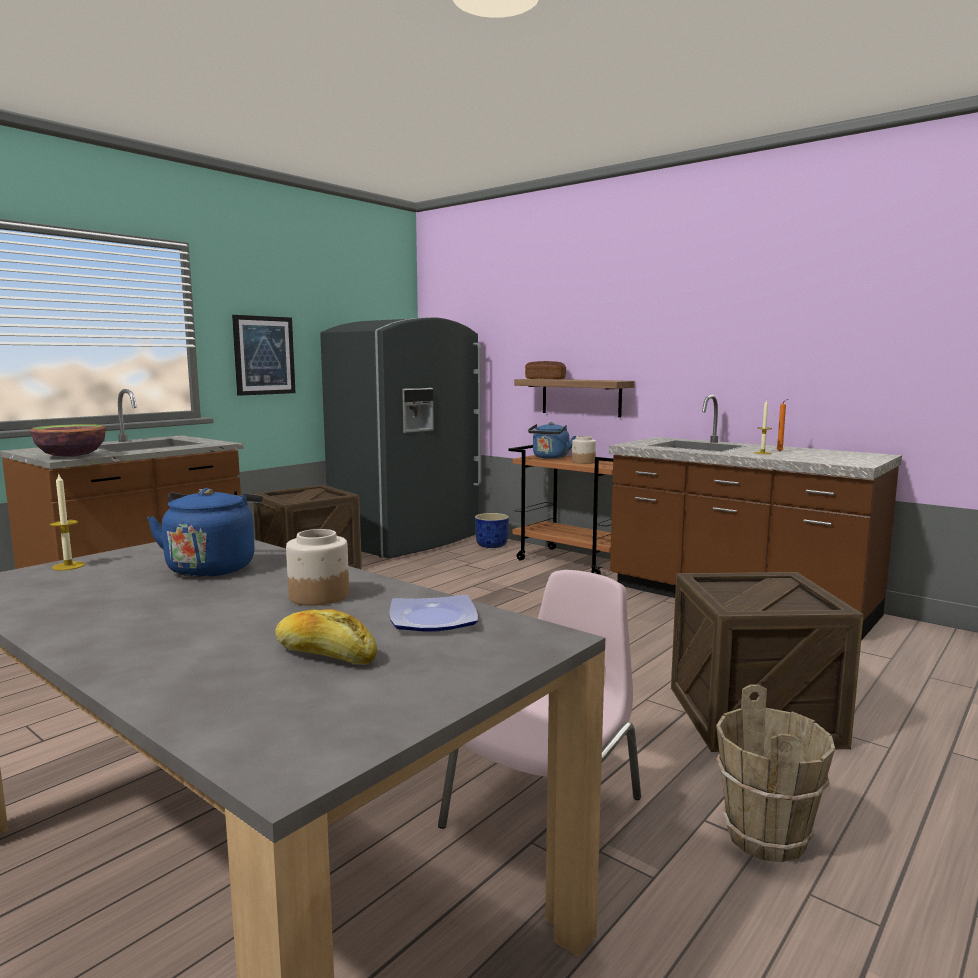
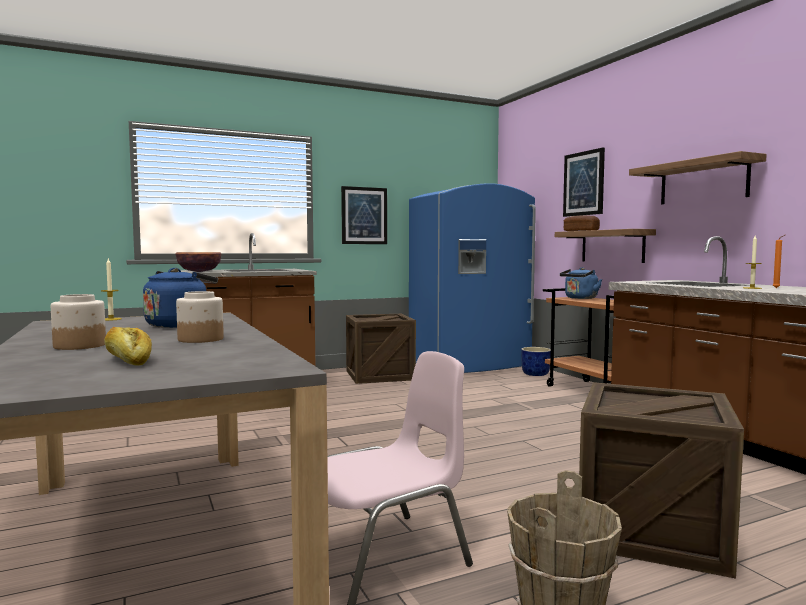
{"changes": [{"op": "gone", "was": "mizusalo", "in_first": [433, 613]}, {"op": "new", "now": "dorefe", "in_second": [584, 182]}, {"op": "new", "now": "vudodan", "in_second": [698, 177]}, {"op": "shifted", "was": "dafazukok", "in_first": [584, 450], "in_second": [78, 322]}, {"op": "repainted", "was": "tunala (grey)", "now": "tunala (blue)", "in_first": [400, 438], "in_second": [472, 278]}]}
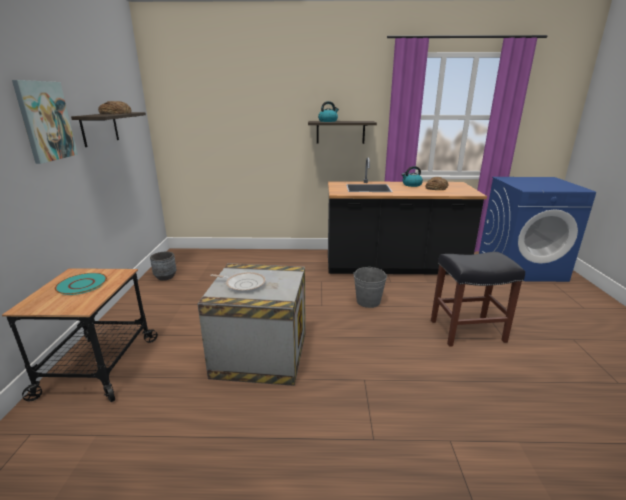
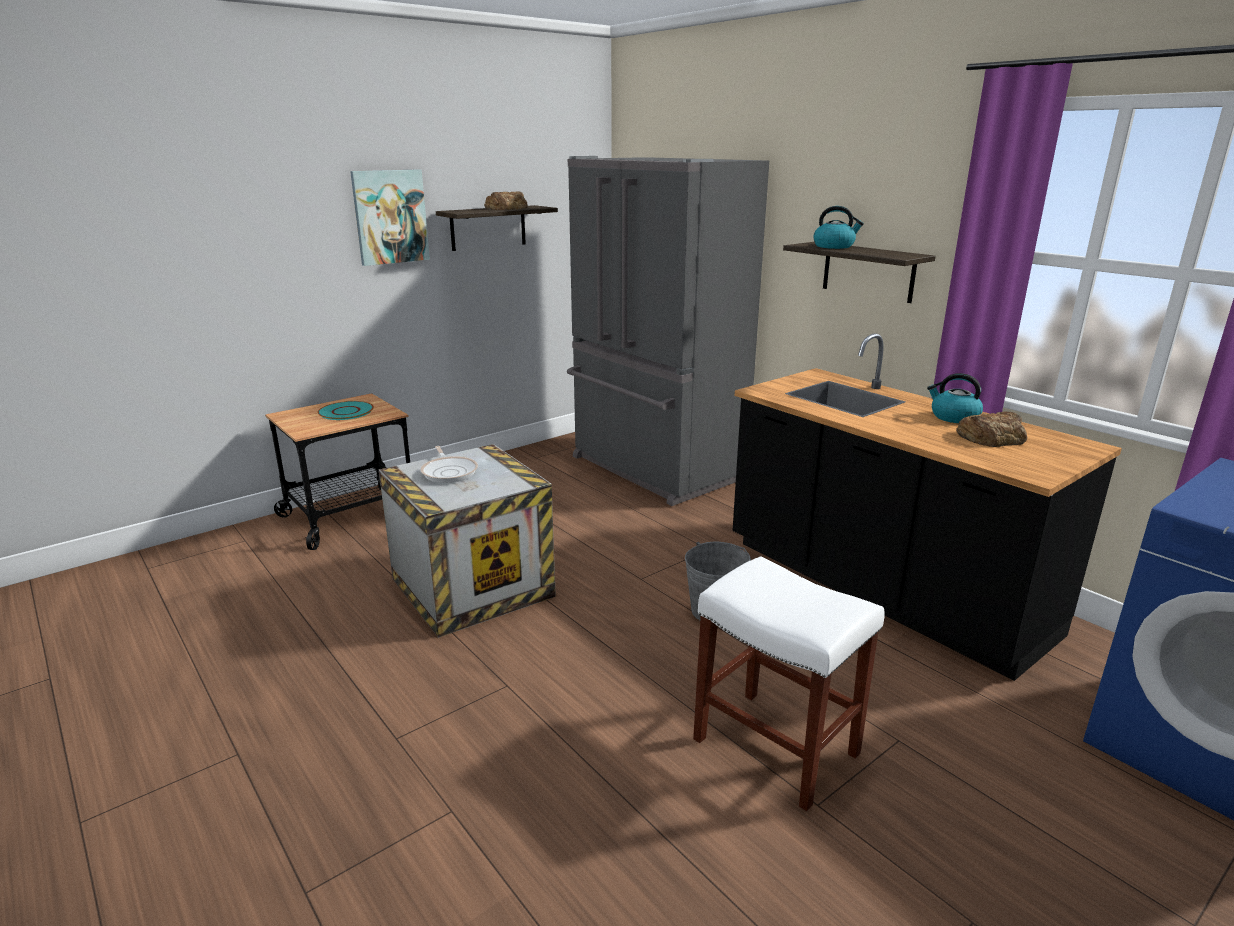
{"changes": [{"op": "gone", "was": "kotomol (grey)", "in_first": [163, 266]}, {"op": "new", "now": "tunala (grey)", "in_second": [668, 331]}, {"op": "repainted", "was": "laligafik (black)", "now": "laligafik (white)", "in_first": [478, 299], "in_second": [789, 683]}]}
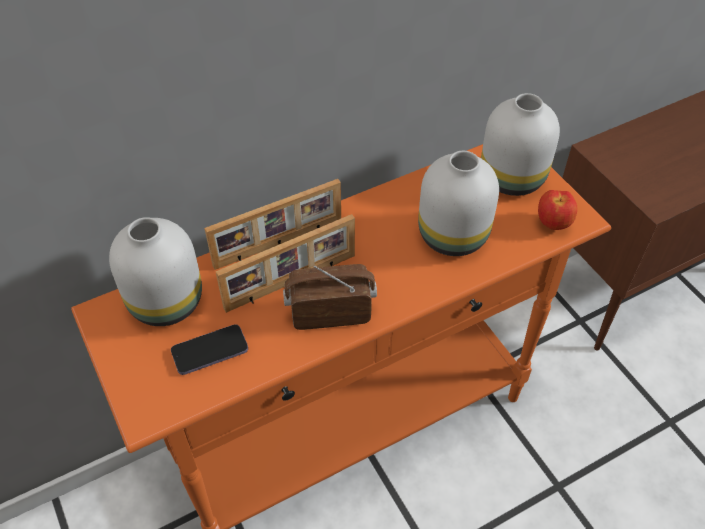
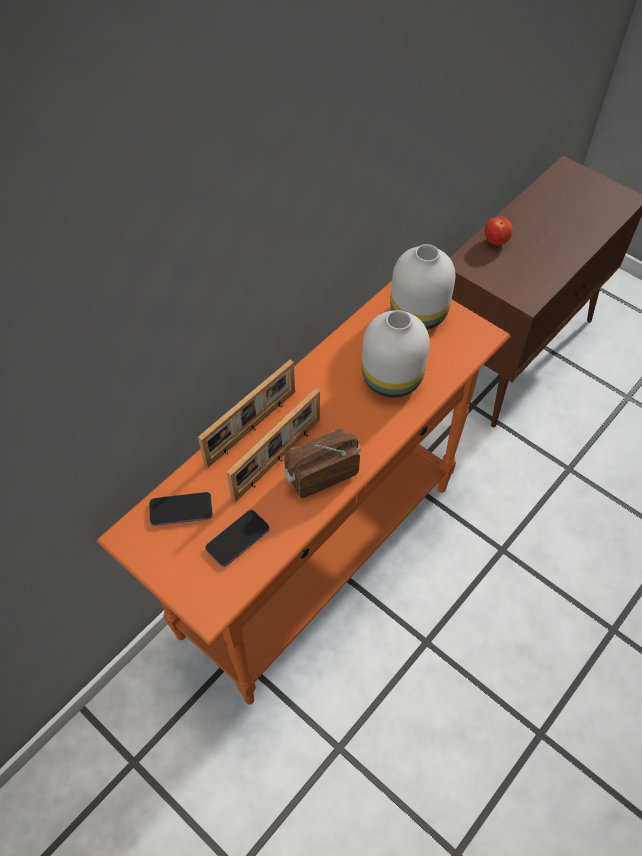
{"changes": [{"op": "shifted", "was": "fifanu", "in_first": [557, 210], "in_second": [499, 230]}, {"op": "swapped", "was": "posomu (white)", "now": "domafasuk", "in_first": [155, 271], "in_second": [181, 509]}]}
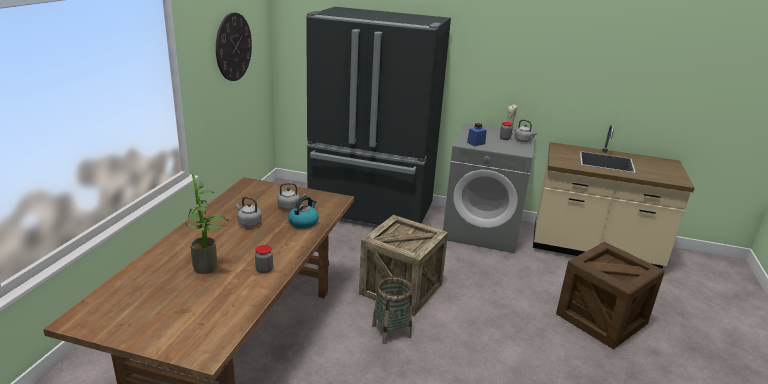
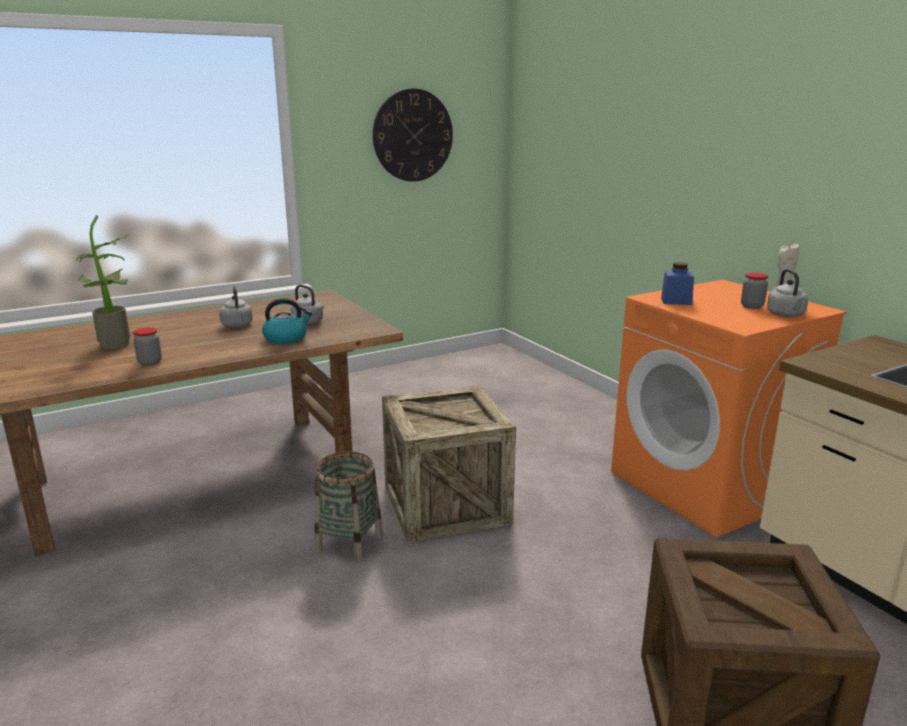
{"changes": [{"op": "gone", "was": "tunala (black)", "in_first": [378, 117]}, {"op": "repainted", "was": "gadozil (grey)", "now": "gadozil (orange)", "in_first": [489, 188], "in_second": [729, 408]}]}
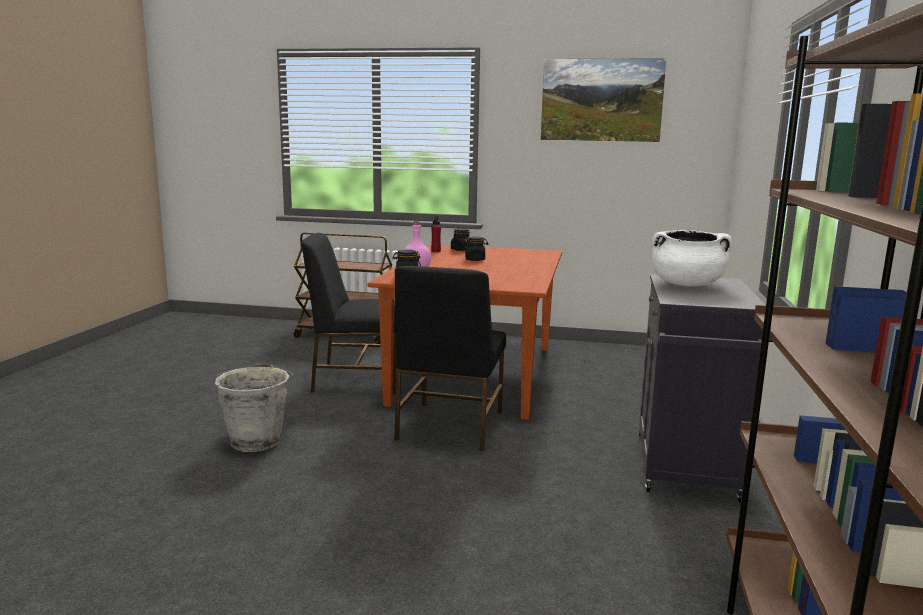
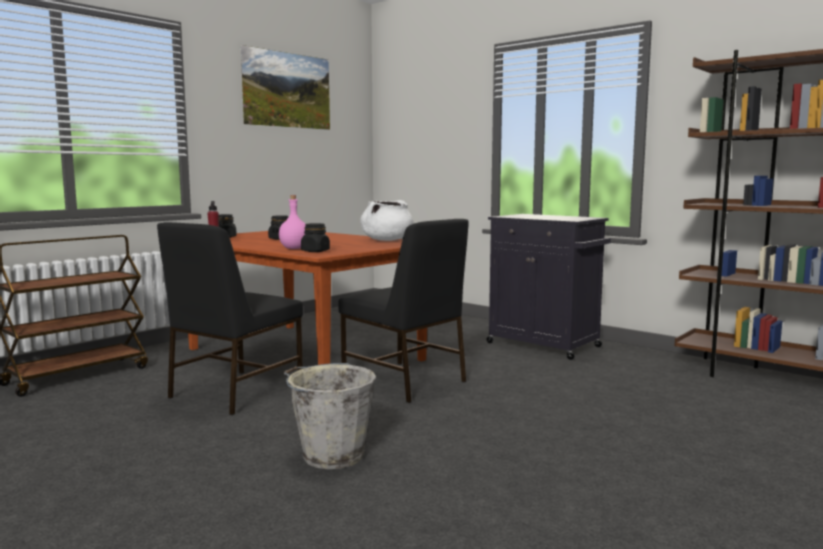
{"changes": [{"op": "shifted", "was": "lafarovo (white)", "in_first": [692, 258], "in_second": [387, 220]}]}
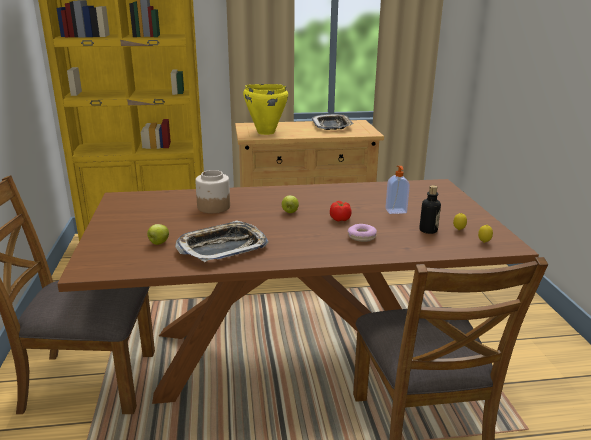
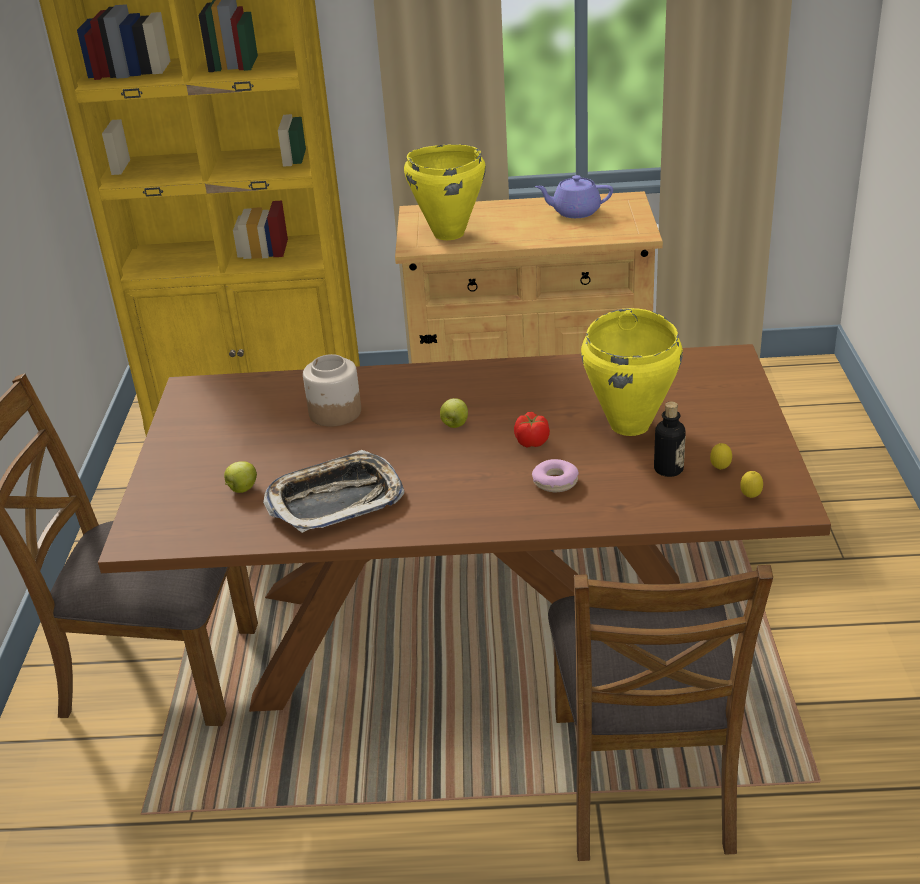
{"changes": [{"op": "swapped", "was": "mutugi", "now": "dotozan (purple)", "in_first": [333, 122], "in_second": [574, 196]}, {"op": "swapped", "was": "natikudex", "now": "lafarovo (yellow)", "in_first": [397, 190], "in_second": [632, 372]}]}
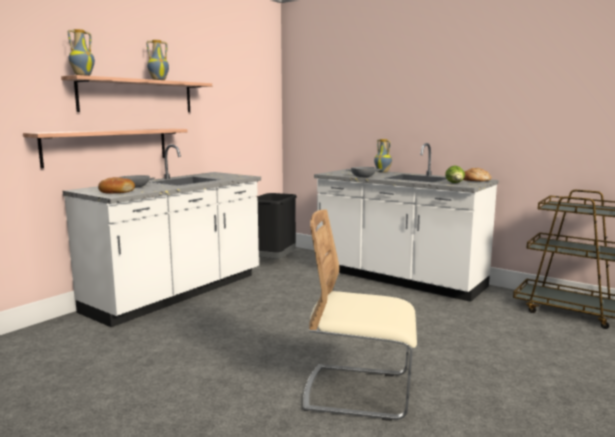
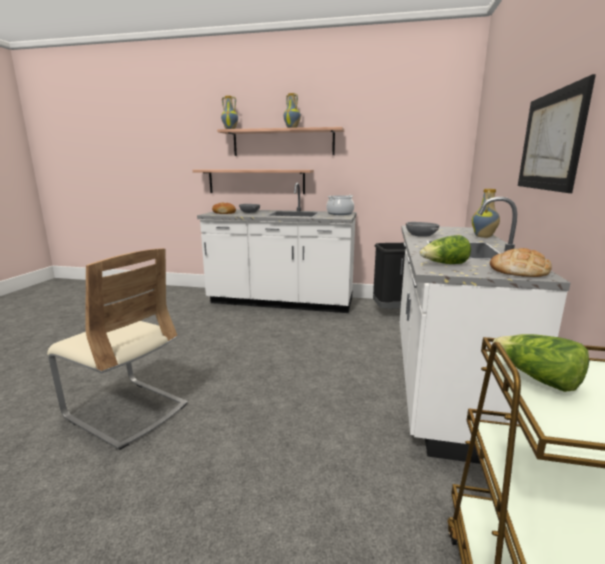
{"changes": [{"op": "new", "now": "lafarovo", "in_second": [340, 205]}, {"op": "new", "now": "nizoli", "in_second": [540, 363]}, {"op": "new", "now": "dorefe", "in_second": [557, 133]}, {"op": "rotated", "was": "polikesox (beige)", "in_first": [360, 315], "in_second": [117, 349], "clockwise": 135}]}
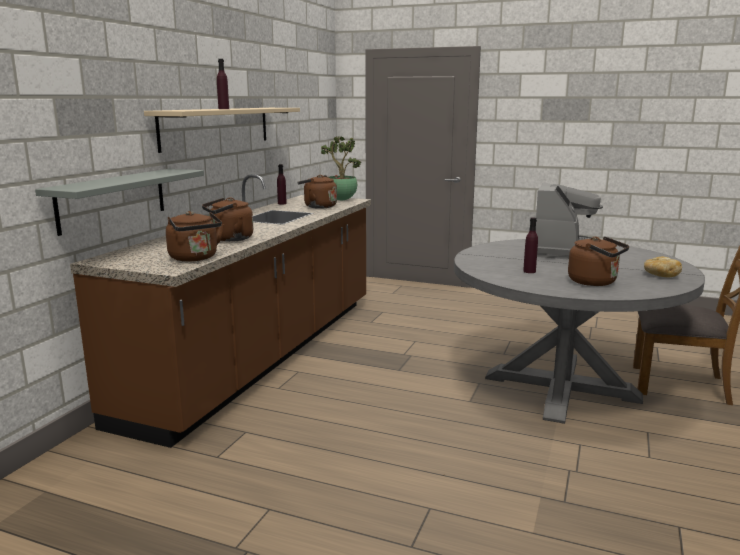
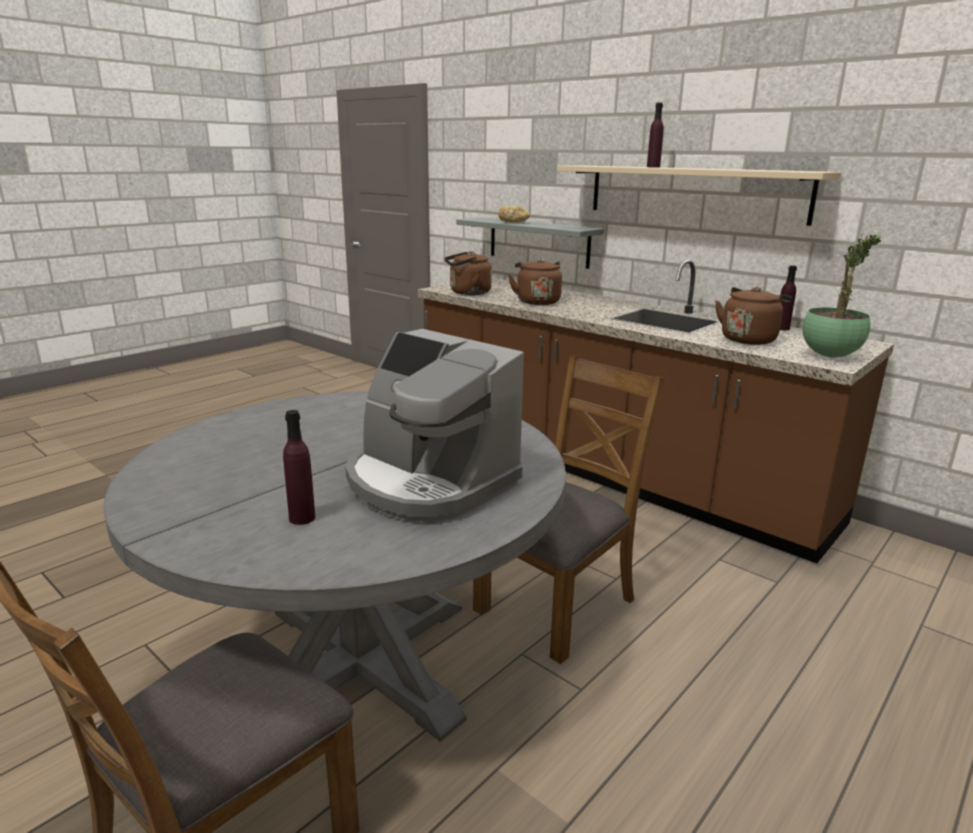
{"changes": [{"op": "gone", "was": "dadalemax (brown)", "in_first": [598, 261]}, {"op": "new", "now": "polikesox (brown)", "in_second": [568, 509]}, {"op": "shifted", "was": "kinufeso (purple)", "in_first": [530, 245], "in_second": [299, 467]}, {"op": "shifted", "was": "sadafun", "in_first": [663, 267], "in_second": [514, 214]}]}
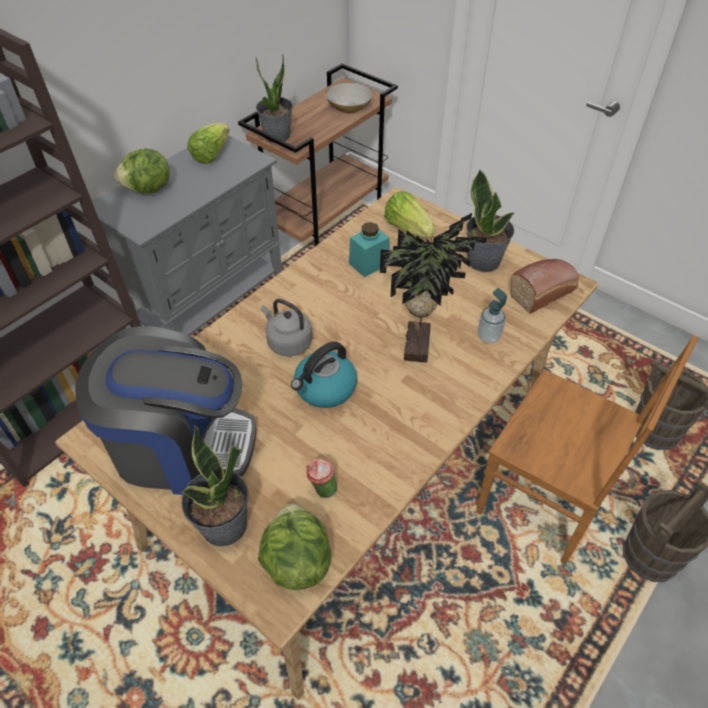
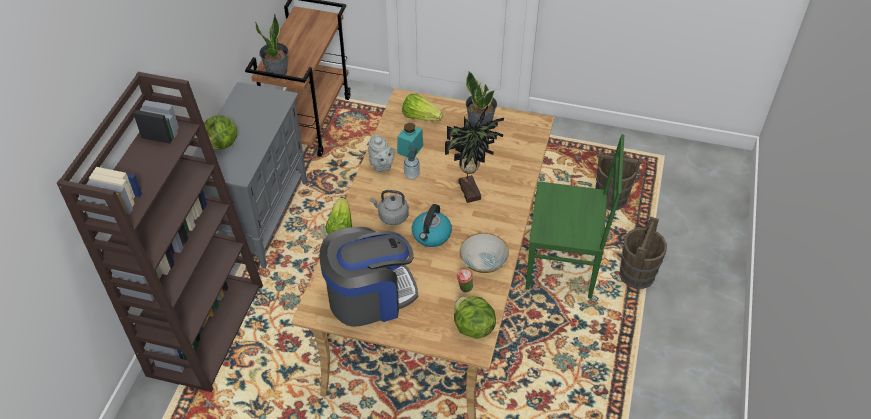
{"changes": [{"op": "gone", "was": "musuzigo", "in_first": [215, 485]}, {"op": "gone", "was": "sadafun", "in_first": [544, 286]}, {"op": "new", "now": "dotozan (grey)", "in_second": [381, 153]}, {"op": "shifted", "was": "nizoli", "in_first": [208, 143], "in_second": [338, 216]}, {"op": "shifted", "was": "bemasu", "in_first": [349, 97], "in_second": [484, 253]}, {"op": "shifted", "was": "natikudex", "in_first": [492, 315], "in_second": [412, 162]}, {"op": "repainted", "was": "polikesox (brown)", "now": "polikesox (green)", "in_first": [587, 449], "in_second": [575, 216]}]}
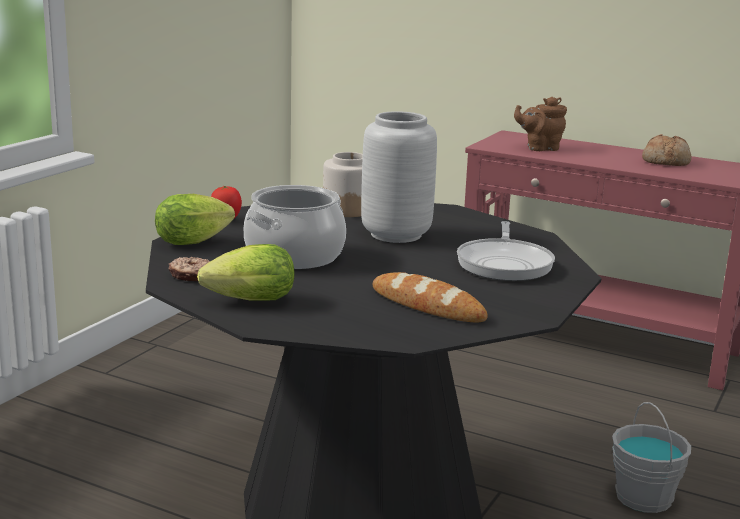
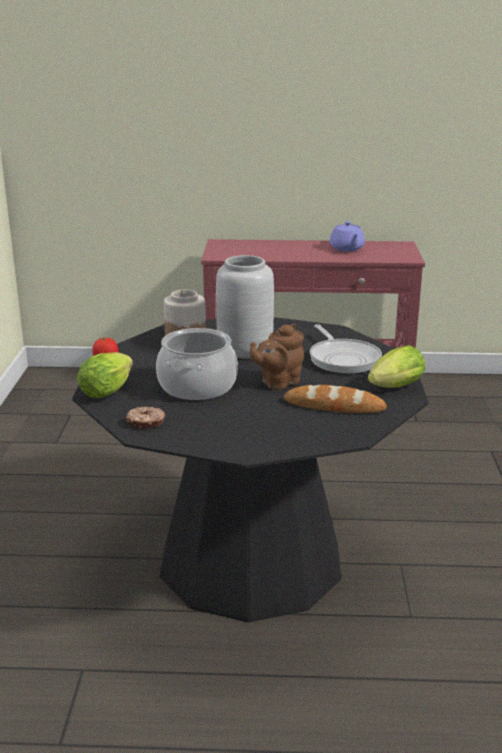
{"changes": [{"op": "gone", "was": "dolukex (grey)", "in_first": [651, 457]}, {"op": "shifted", "was": "nizoli", "in_first": [245, 272], "in_second": [396, 366]}, {"op": "shifted", "was": "dotozan (brown)", "in_first": [540, 124], "in_second": [277, 357]}, {"op": "swapped", "was": "sadafun", "now": "dotozan (purple)", "in_first": [666, 150], "in_second": [347, 236]}]}
